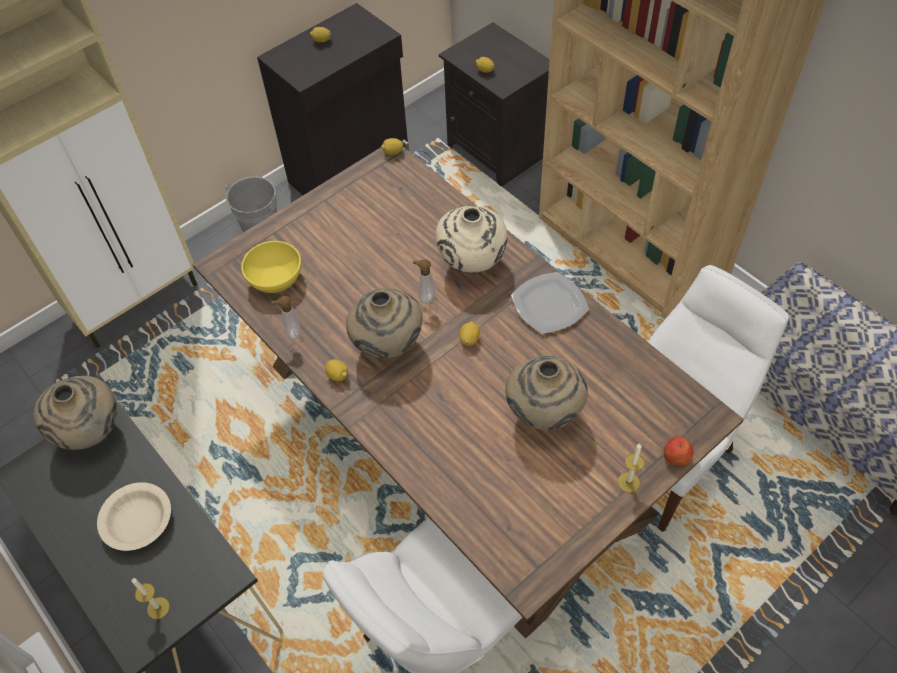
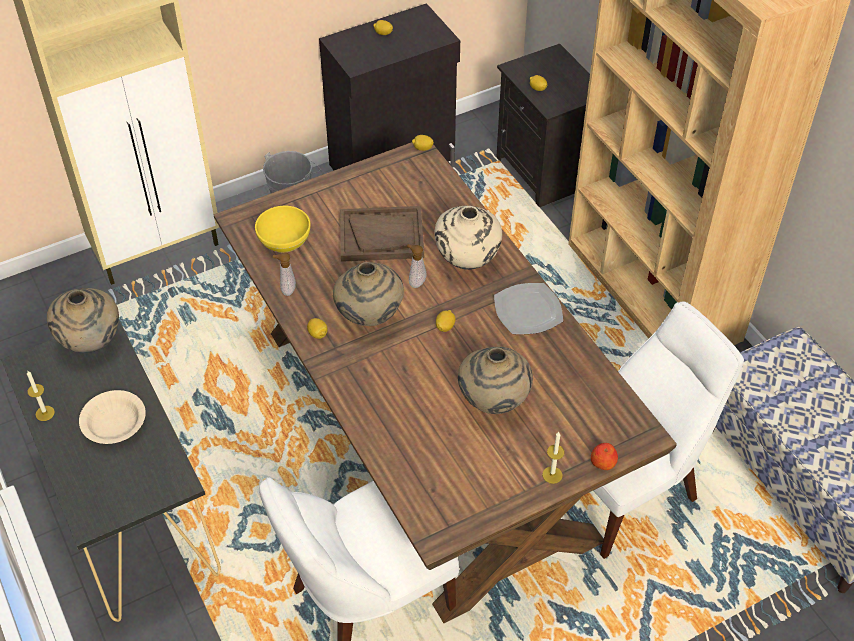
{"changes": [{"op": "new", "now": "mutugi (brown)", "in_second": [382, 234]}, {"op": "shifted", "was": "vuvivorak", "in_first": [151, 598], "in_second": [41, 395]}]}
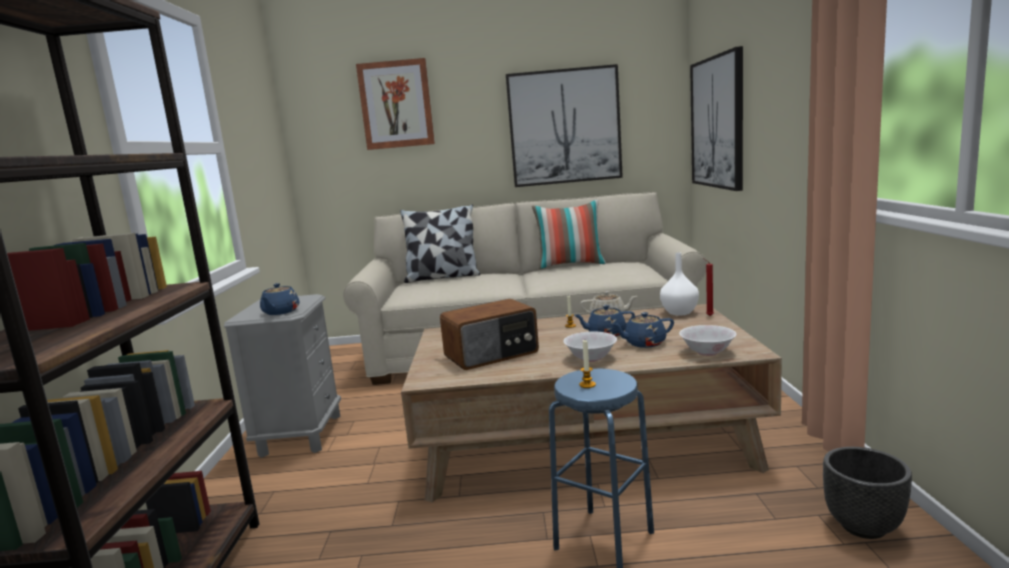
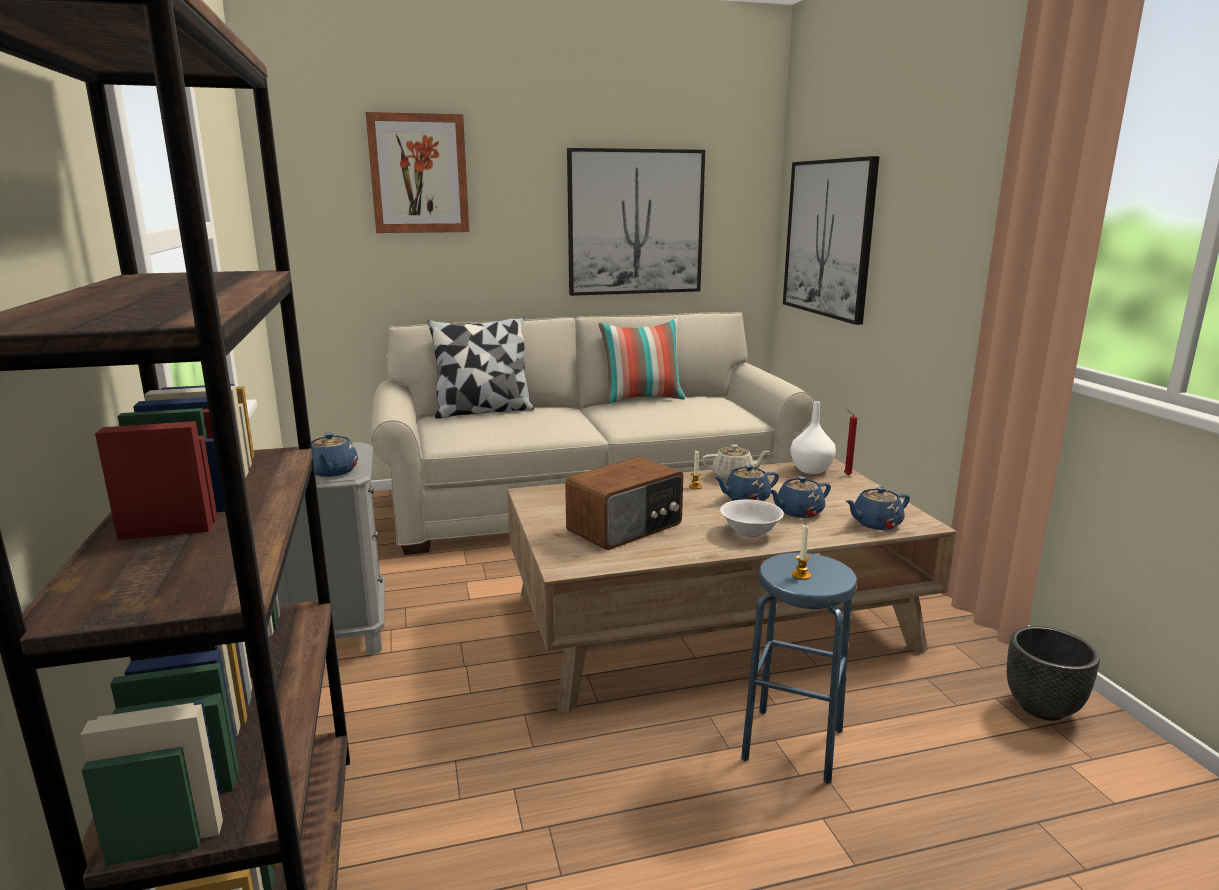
{"changes": [{"op": "swapped", "was": "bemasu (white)", "now": "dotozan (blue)", "in_first": [708, 340], "in_second": [877, 508]}]}
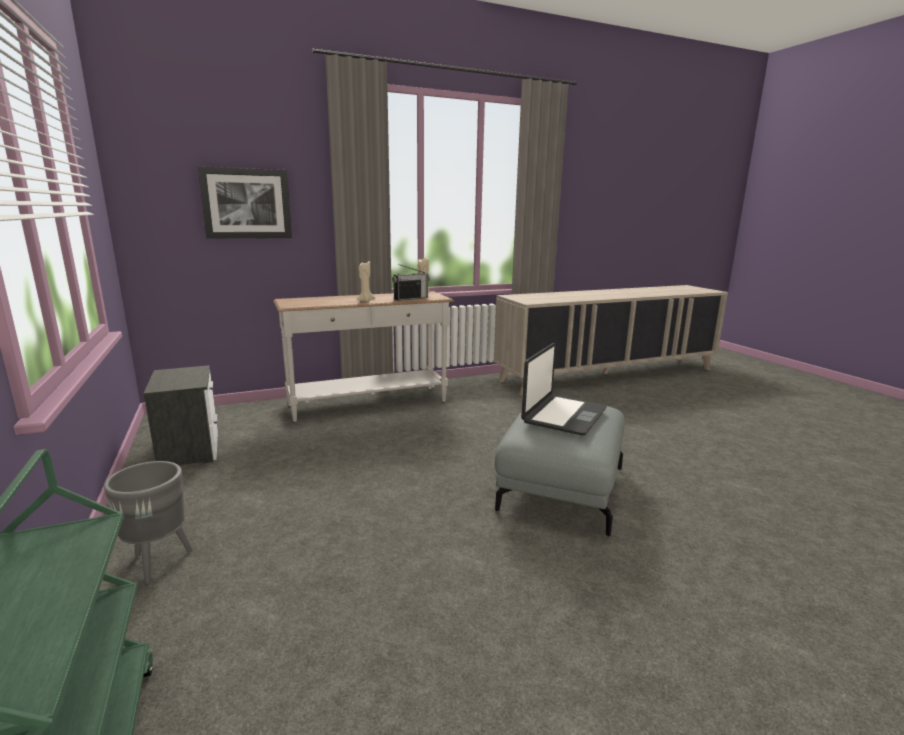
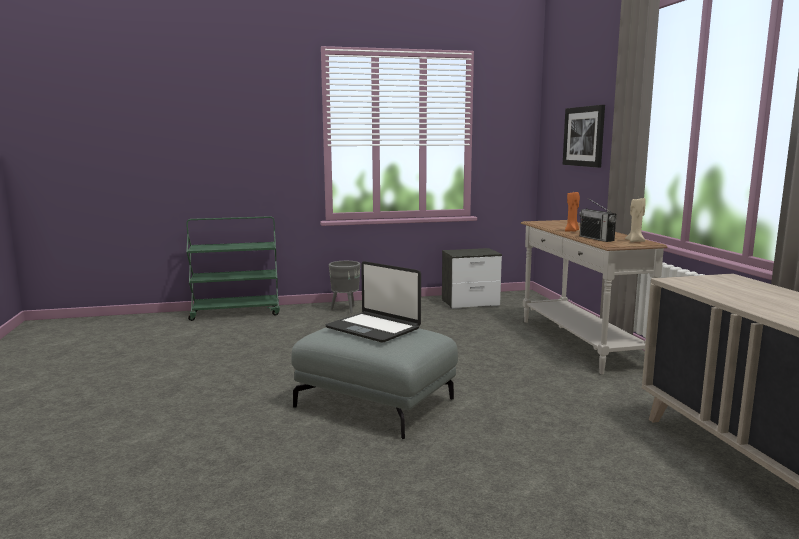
{"changes": [{"op": "repainted", "was": "vuvivorak (beige)", "now": "vuvivorak (orange)", "in_first": [365, 281], "in_second": [572, 212]}]}
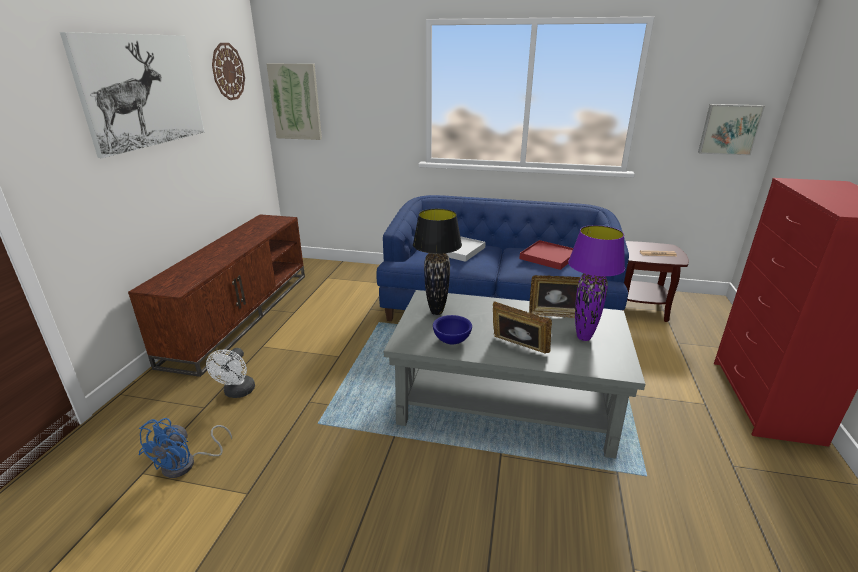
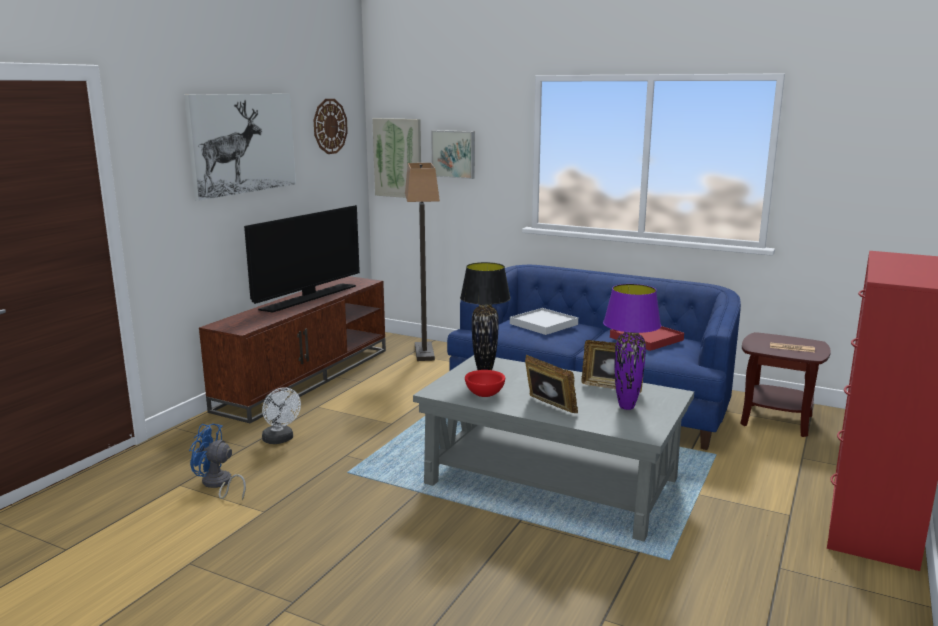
{"changes": [{"op": "new", "now": "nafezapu", "in_second": [302, 258]}, {"op": "new", "now": "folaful", "in_second": [422, 262]}, {"op": "shifted", "was": "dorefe", "in_first": [731, 130], "in_second": [453, 154]}, {"op": "repainted", "was": "bemasu (blue)", "now": "bemasu (red)", "in_first": [452, 329], "in_second": [485, 383]}, {"op": "rotated", "was": "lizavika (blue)", "in_first": [185, 448], "in_second": [217, 462], "clockwise": 75}, {"op": "rotated", "was": "lizavika (white)", "in_first": [230, 373], "in_second": [281, 415], "clockwise": -60}]}
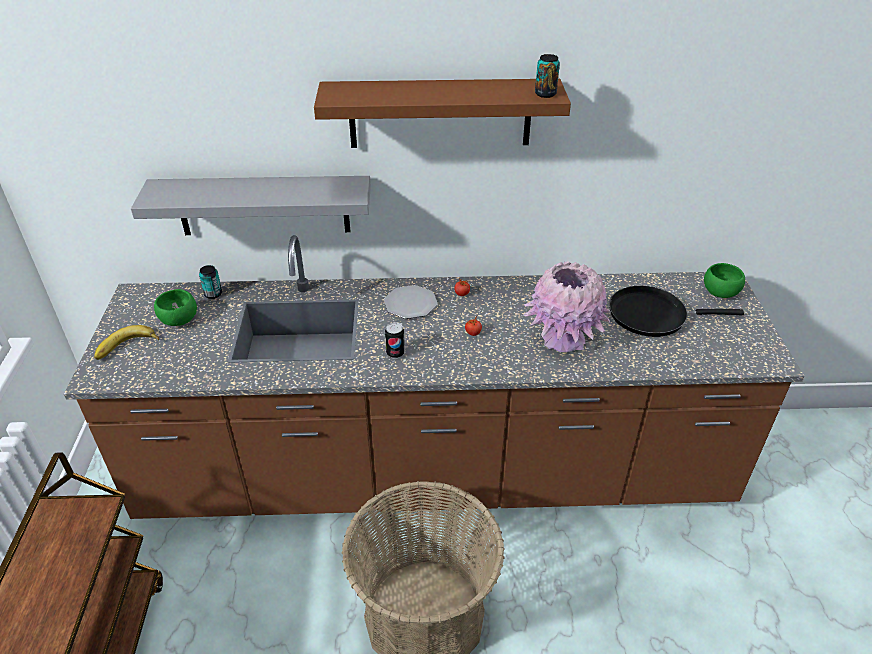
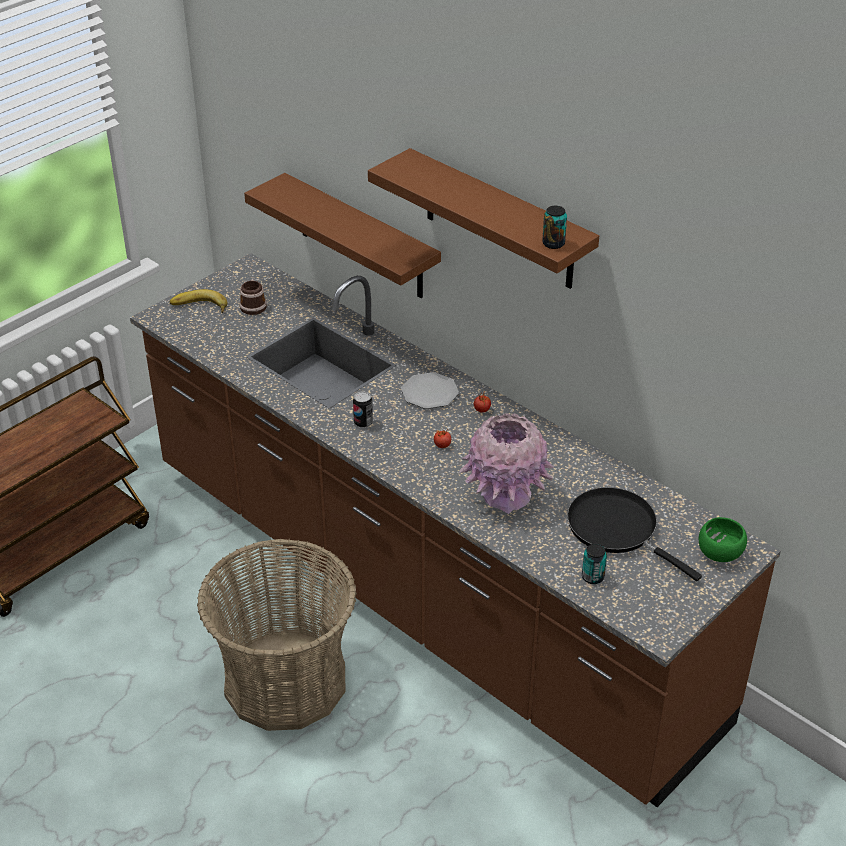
{"changes": [{"op": "shifted", "was": "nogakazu", "in_first": [210, 282], "in_second": [594, 564]}, {"op": "swapped", "was": "bemasu (green)", "now": "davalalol", "in_first": [175, 307], "in_second": [253, 297]}, {"op": "repainted", "was": "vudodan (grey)", "now": "vudodan (brown)", "in_first": [251, 205], "in_second": [342, 235]}]}
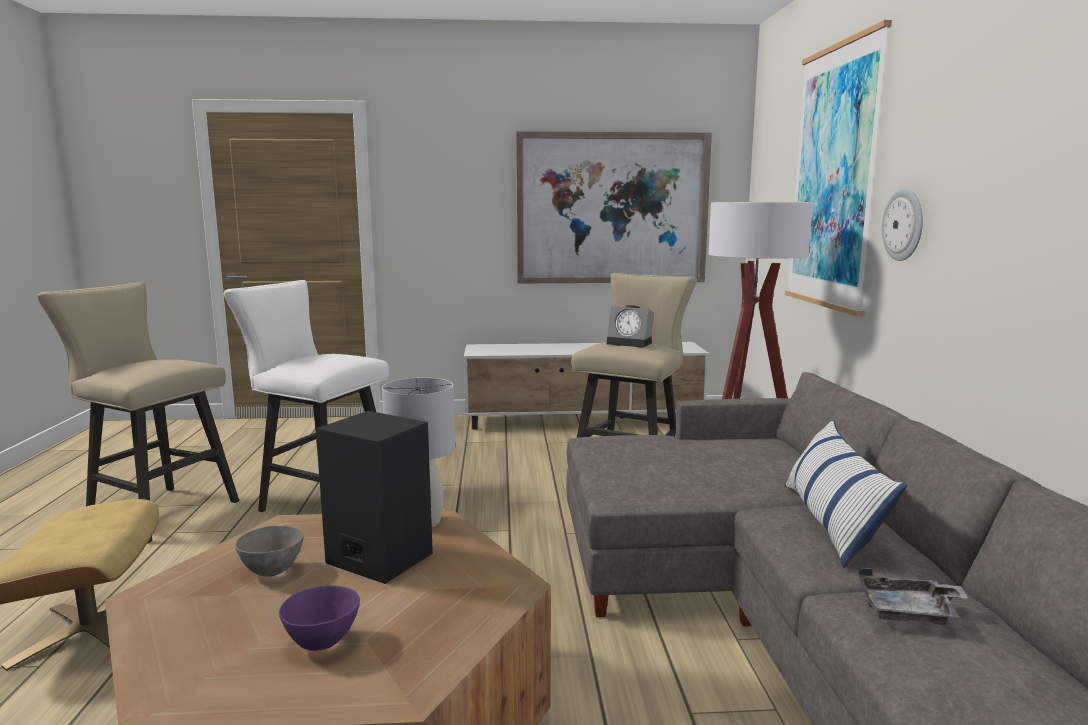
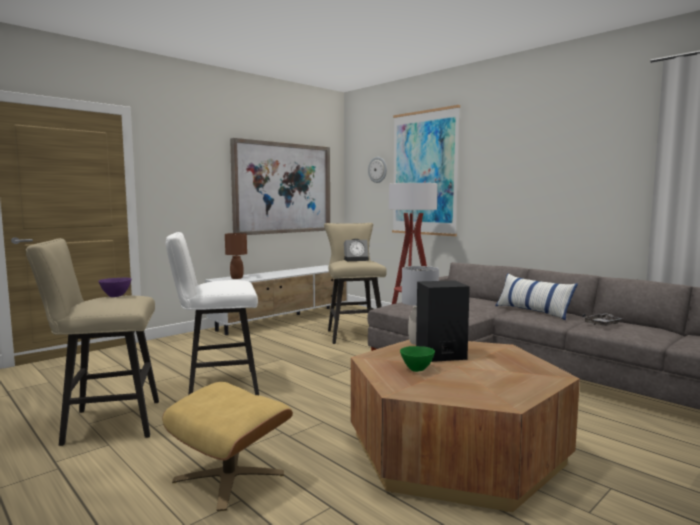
{"changes": [{"op": "new", "now": "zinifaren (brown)", "in_second": [236, 256]}, {"op": "shifted", "was": "bemasu (purple)", "in_first": [319, 618], "in_second": [114, 287]}, {"op": "shifted", "was": "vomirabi", "in_first": [902, 225], "in_second": [377, 170]}, {"op": "repainted", "was": "bemasu (grey)", "now": "bemasu (green)", "in_first": [269, 551], "in_second": [417, 359]}]}
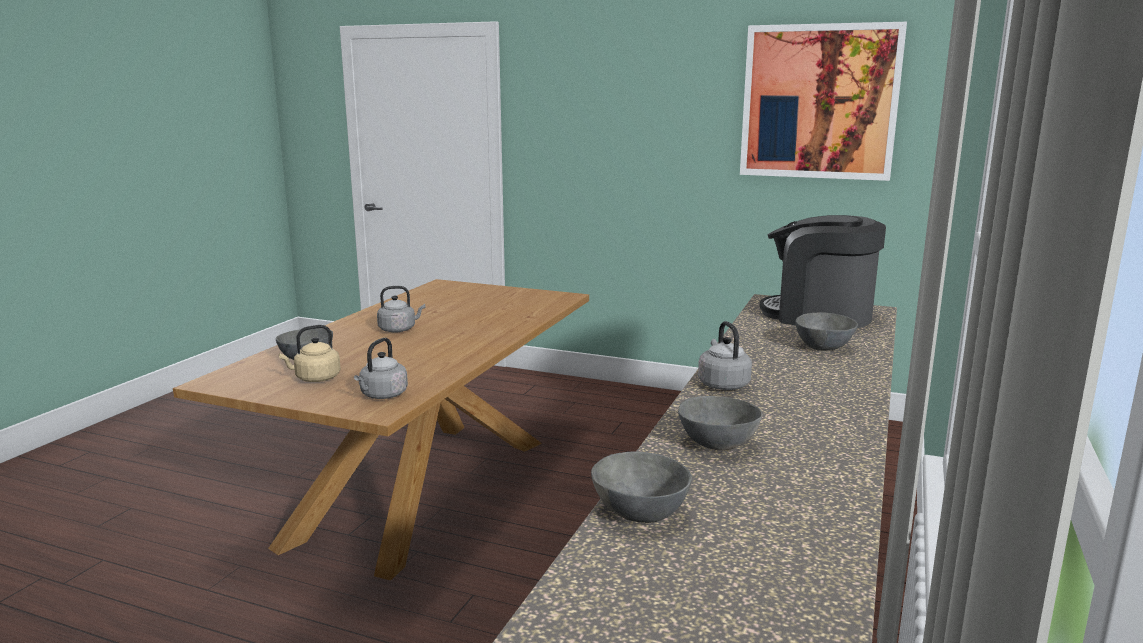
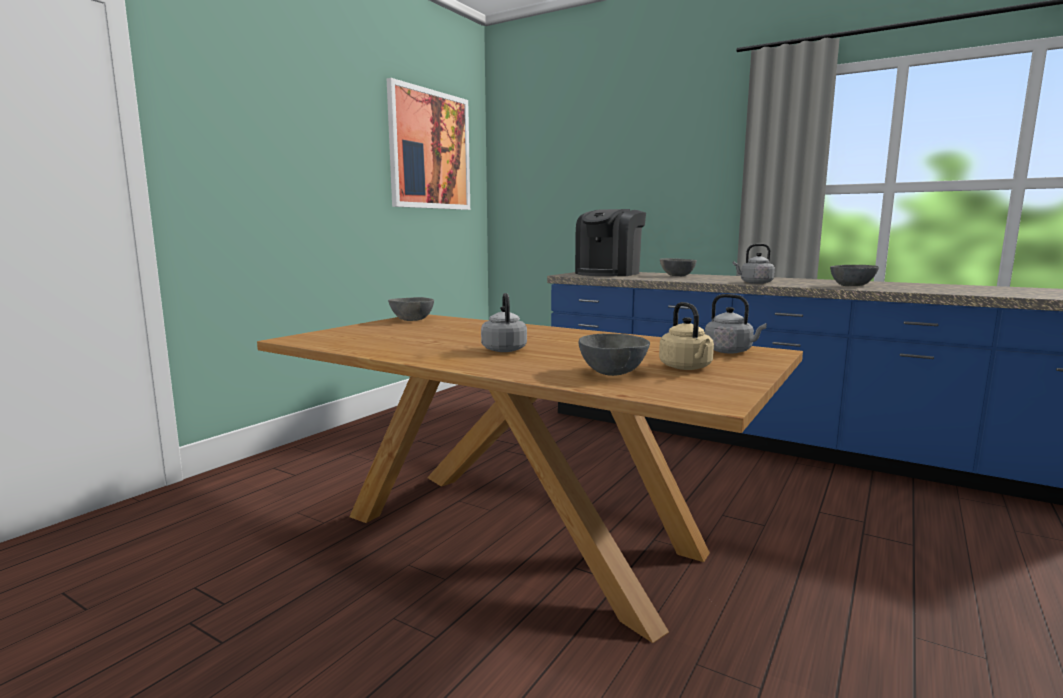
{"changes": [{"op": "shifted", "was": "bemasu (grey)", "in_first": [641, 487], "in_second": [411, 309]}]}
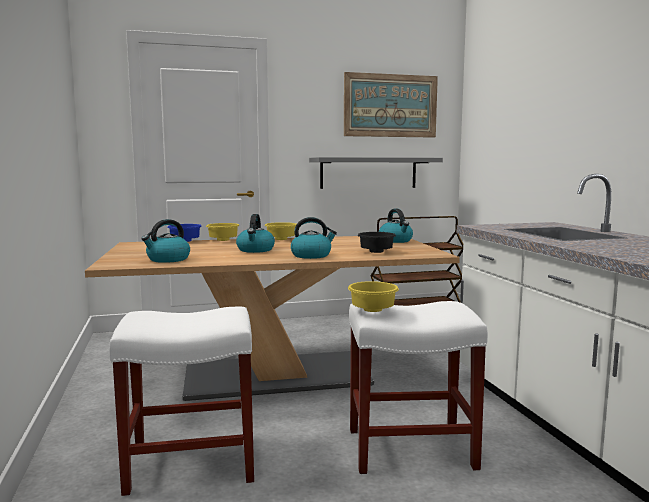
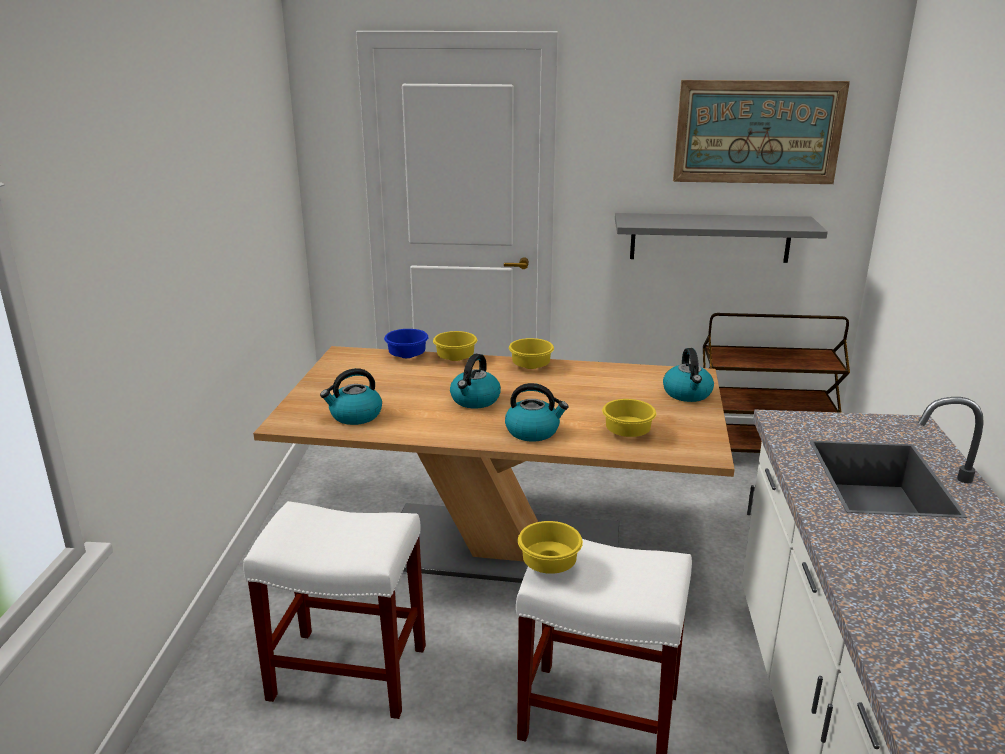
{"changes": [{"op": "repainted", "was": "bemasu (black)", "now": "bemasu (yellow)", "in_first": [377, 242], "in_second": [629, 418]}]}
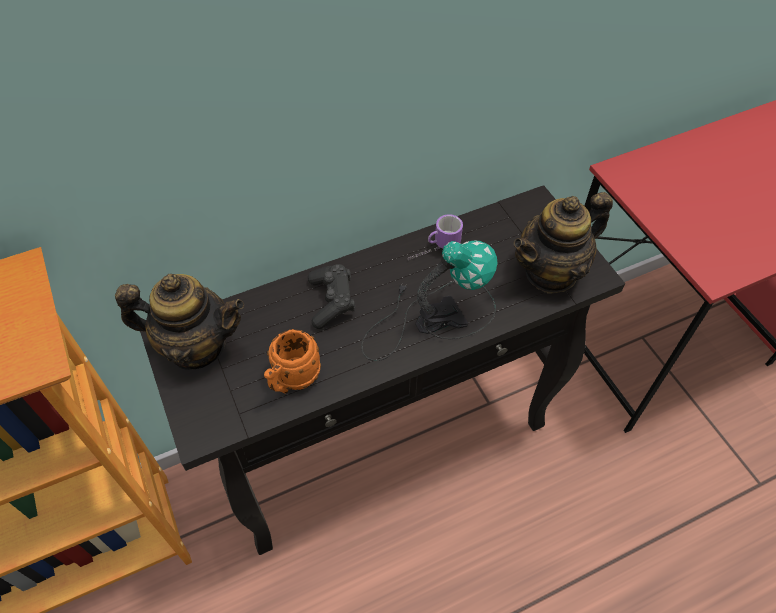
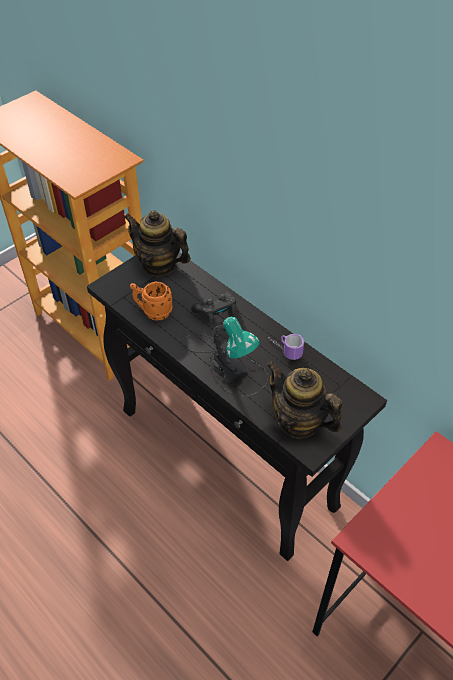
{"changes": [{"op": "rotated", "was": "dotozan", "in_first": [179, 322], "in_second": [157, 243], "clockwise": 135}]}
